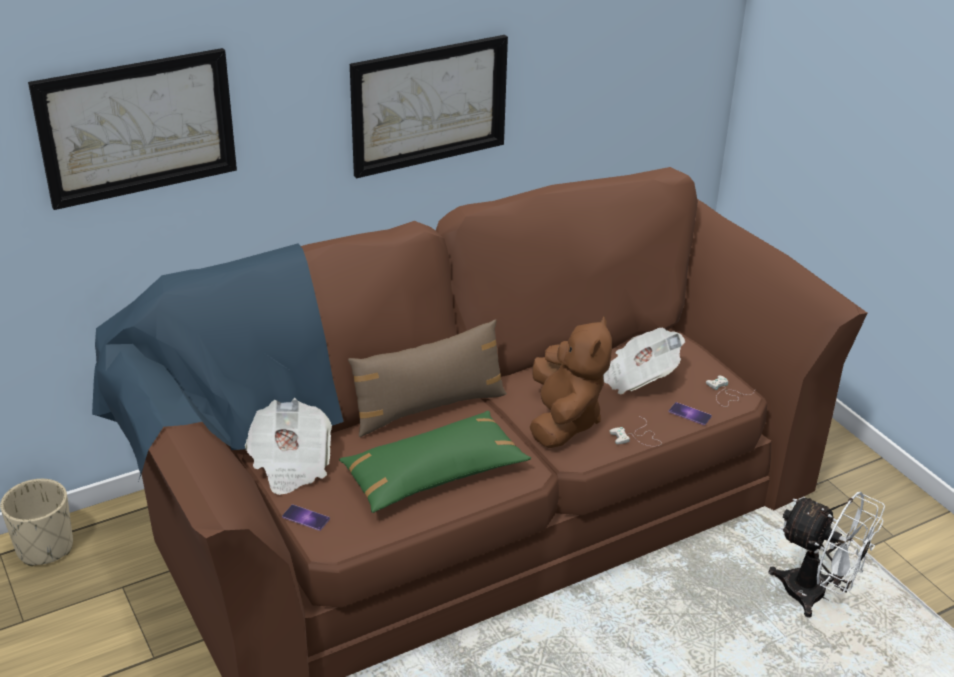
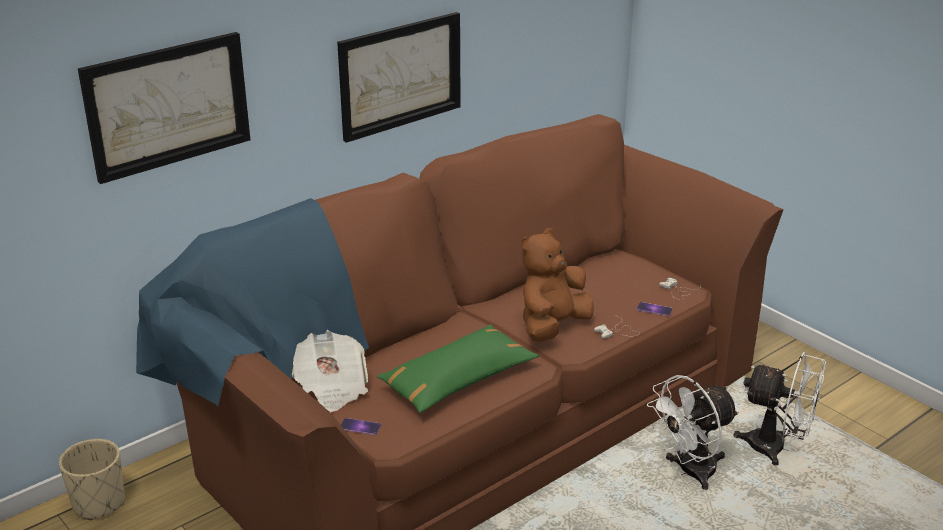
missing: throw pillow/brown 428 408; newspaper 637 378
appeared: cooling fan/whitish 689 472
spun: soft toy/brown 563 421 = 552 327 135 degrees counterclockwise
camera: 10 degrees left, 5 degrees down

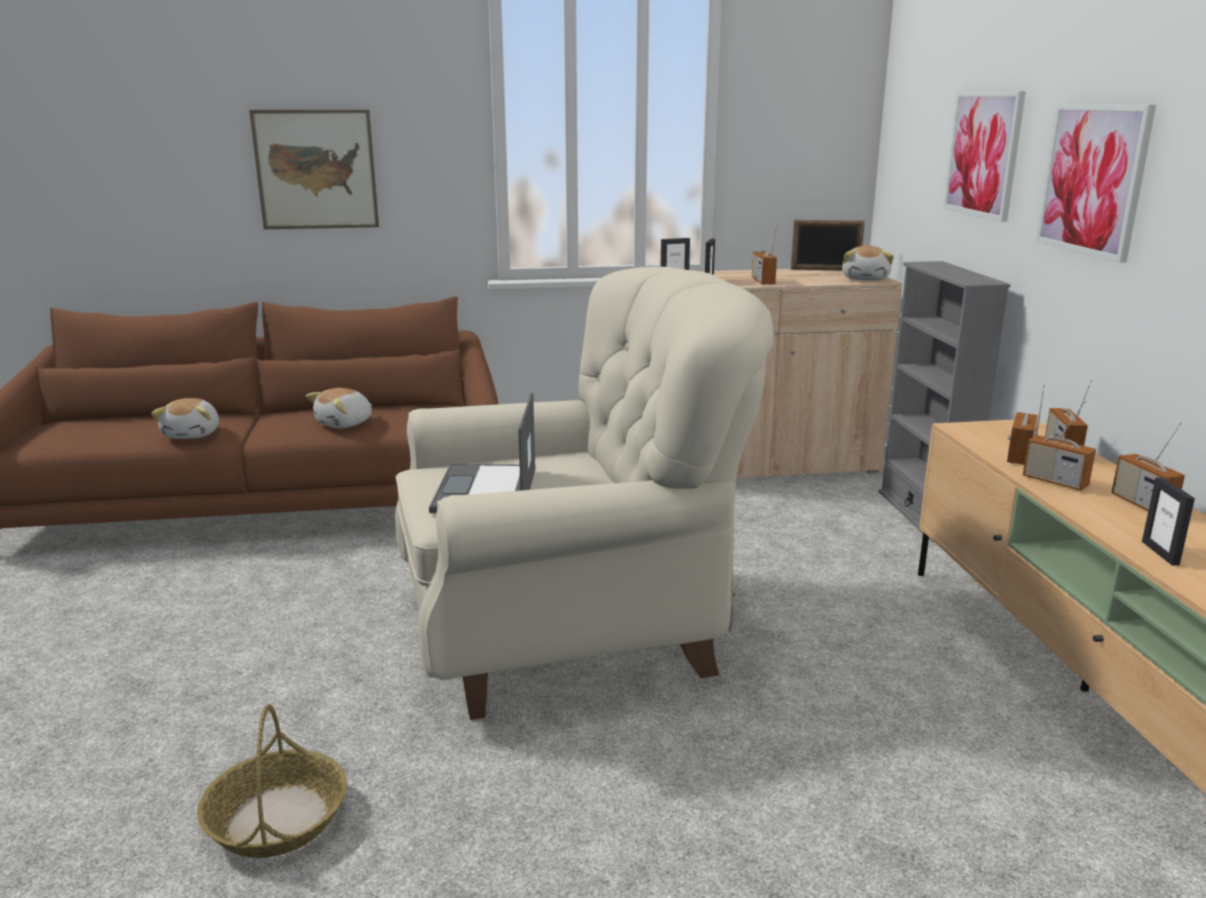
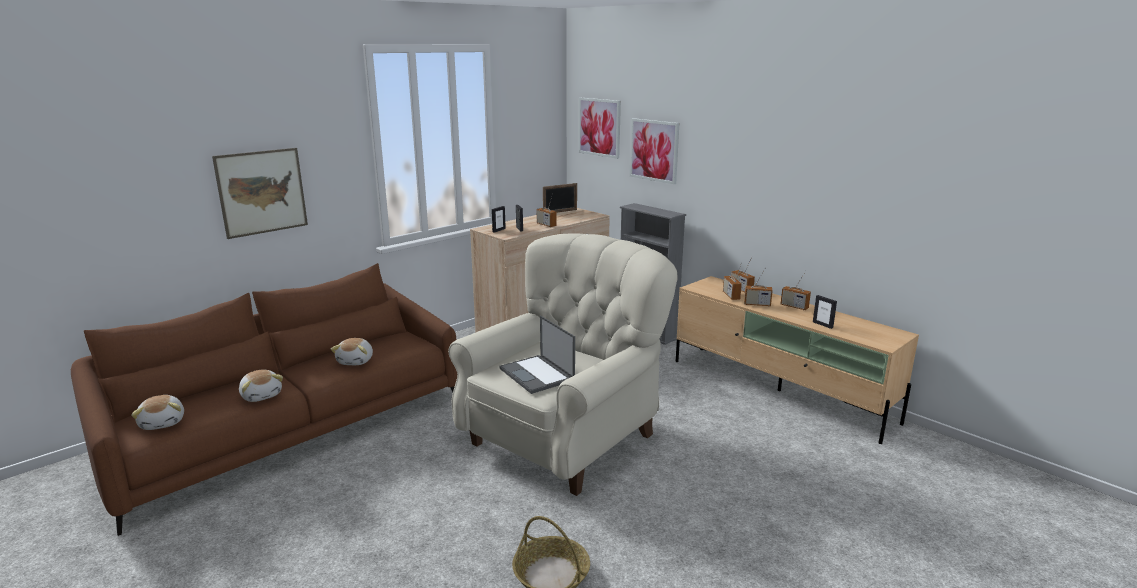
relocated: soft toy 866 279 to 163 422; picture 1093 179 to 599 127
camera: 35 degrees left, 0 degrees up

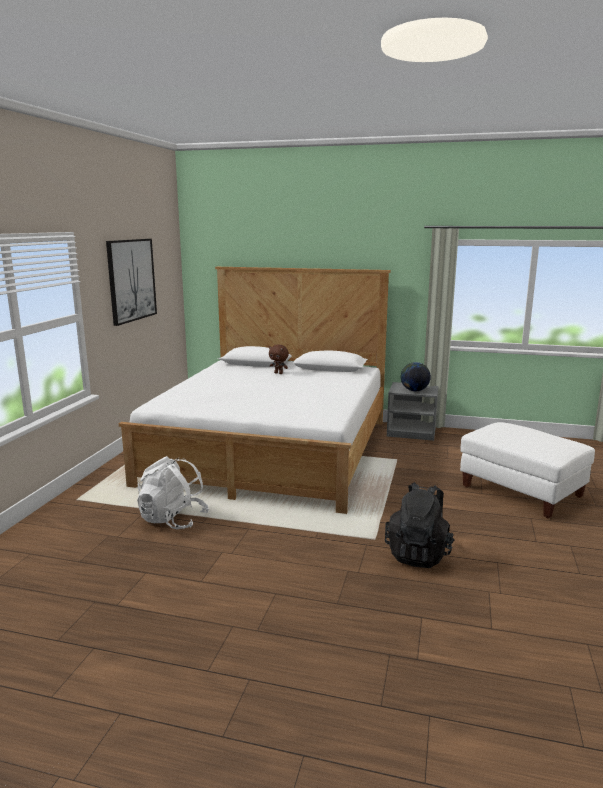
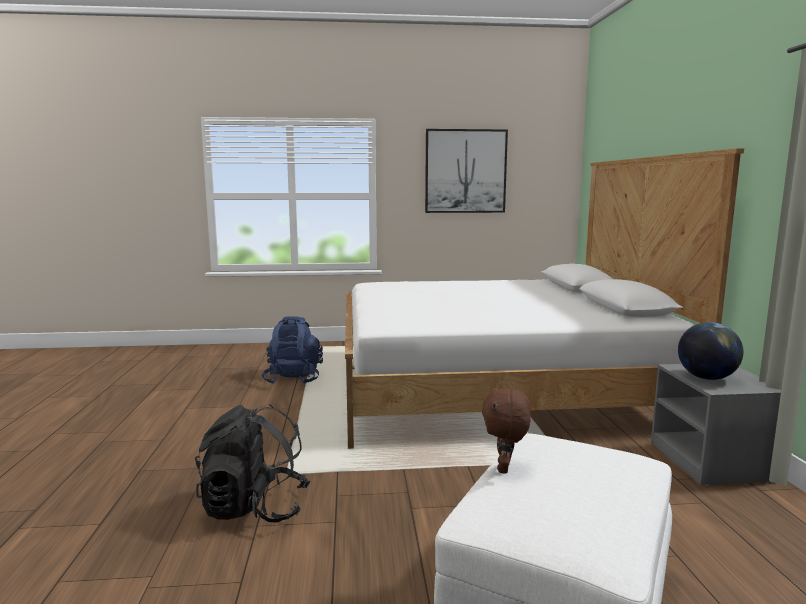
relocated: soft toy/brown 279 373 to 505 468
colour: knapsack/whitish 173 520 to knapsack/blue-coloured 293 379
camera: 70 degrees right, 5 degrees down

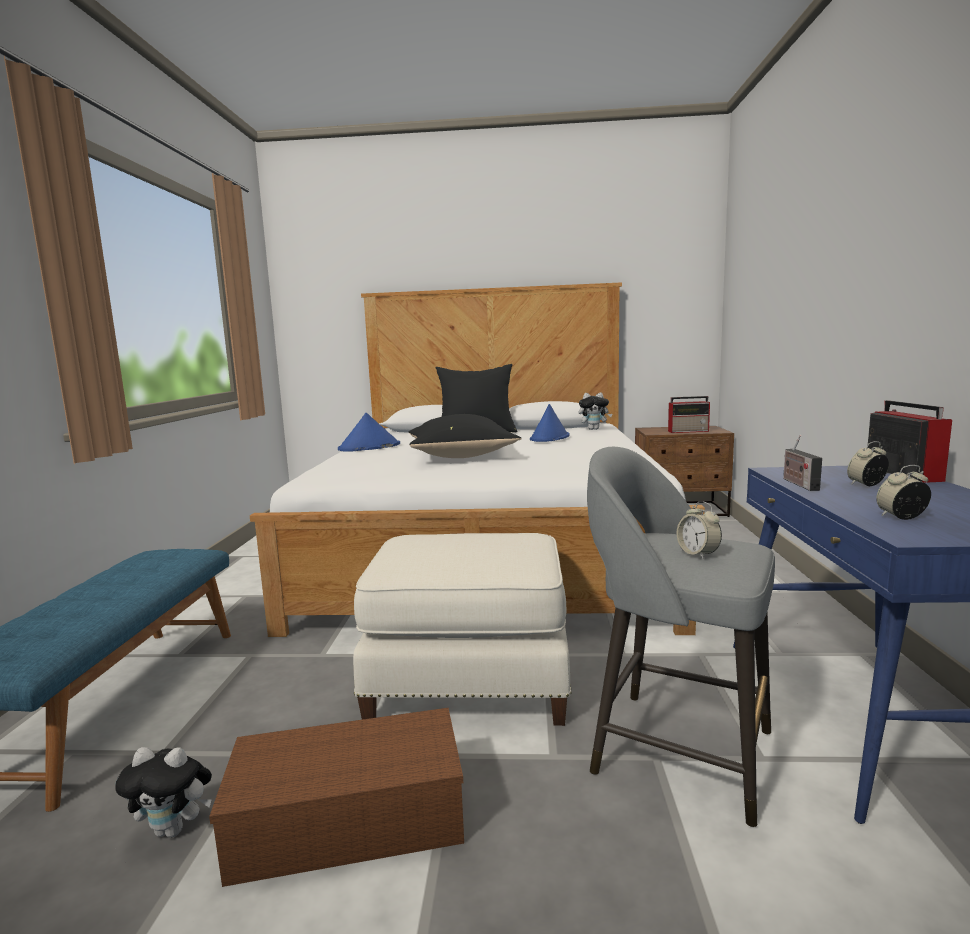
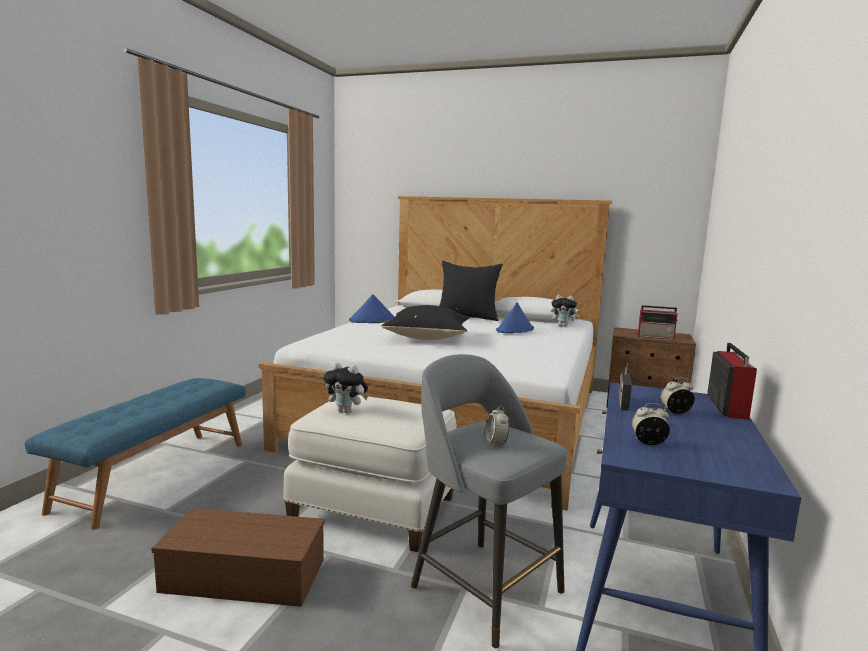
relocated: soft toy 174 829 to 346 411
camera: 15 degrees right, 0 degrees up

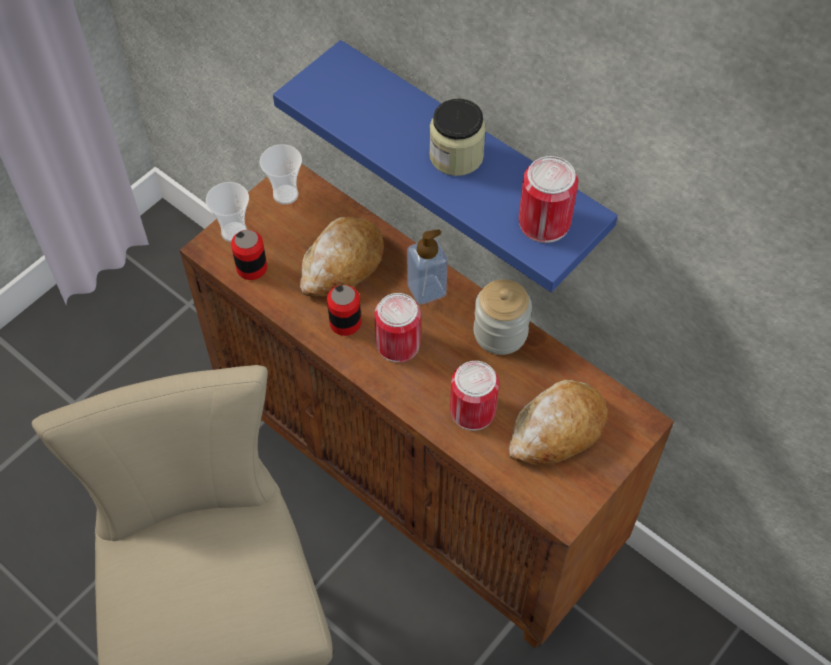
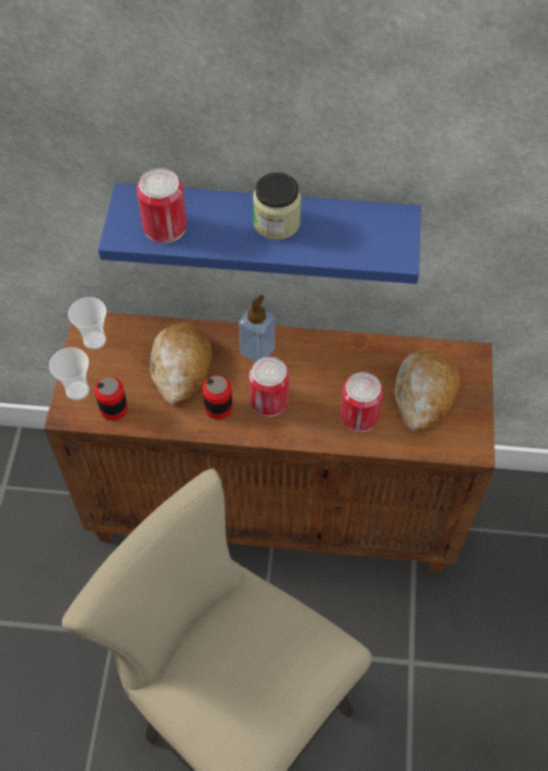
missing: preserve jar 500 333
relocated: can 544 222 to 165 227
camera: 35 degrees left, 0 degrees up

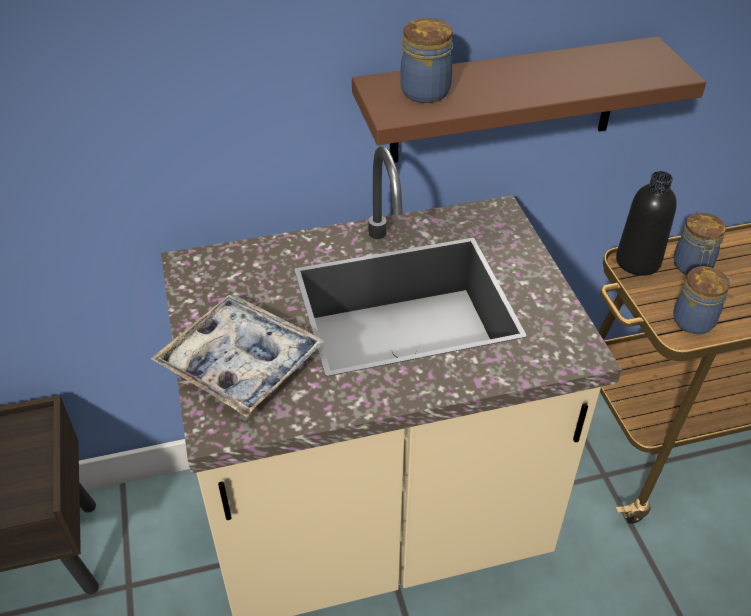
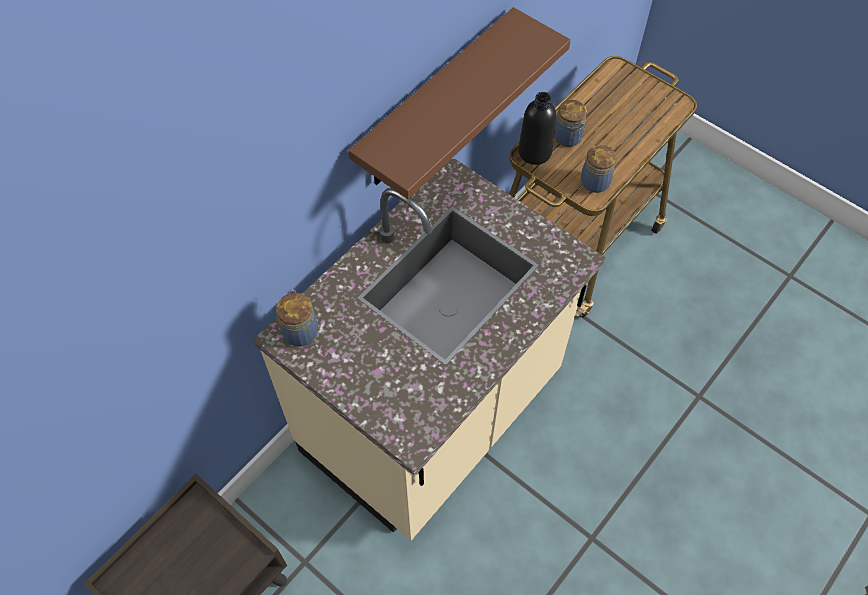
missing: tray 241 363
relocated: preserve jar 426 90 to 300 330
camera: 35 degrees left, 15 degrees up

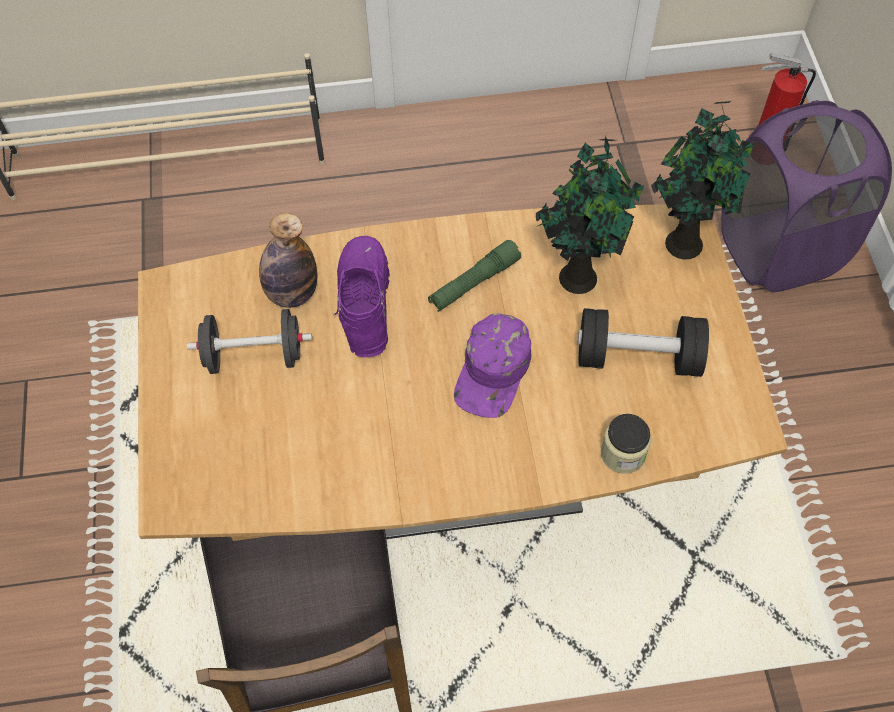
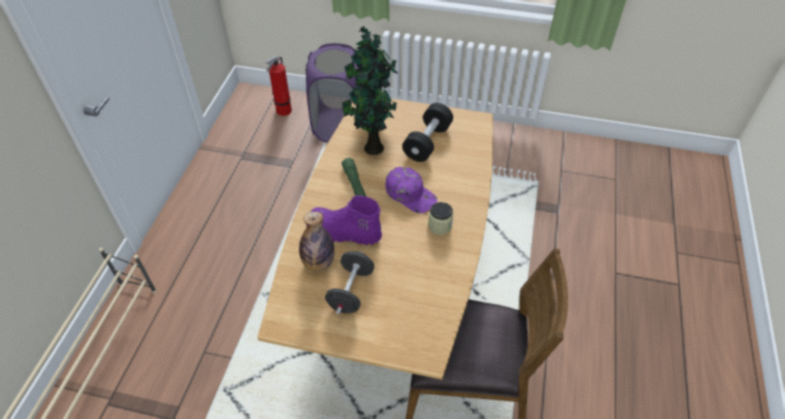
relocated: preserve jar 623 453 to 440 226
camera: 70 degrees left, 10 degrees down

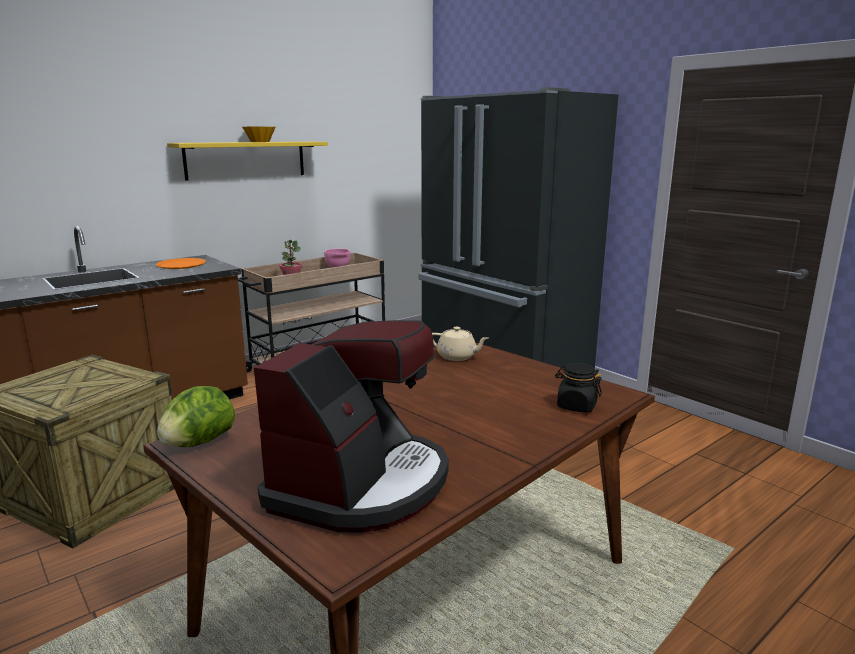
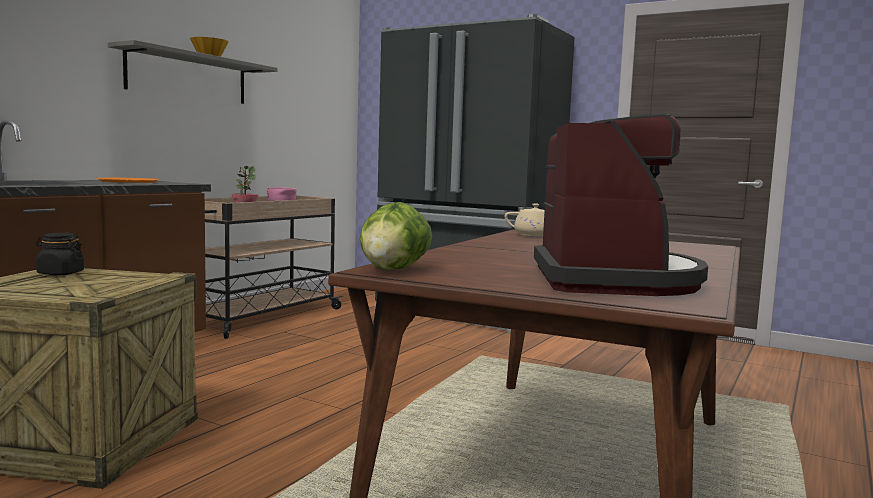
relocated: preserve jar/blackish 576 406 to 60 273
colour: wall shelf/yellowish 246 160 to wall shelf/grey 188 77
camera: 20 degrees left, 10 degrees down

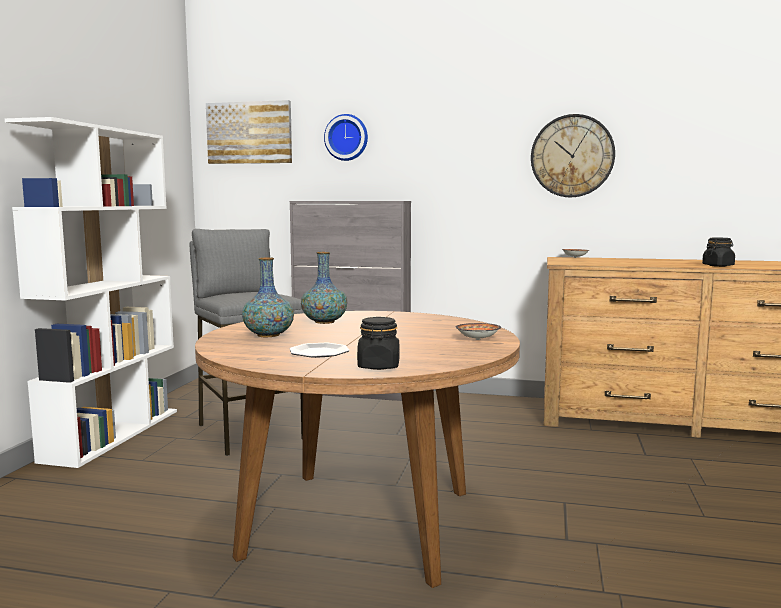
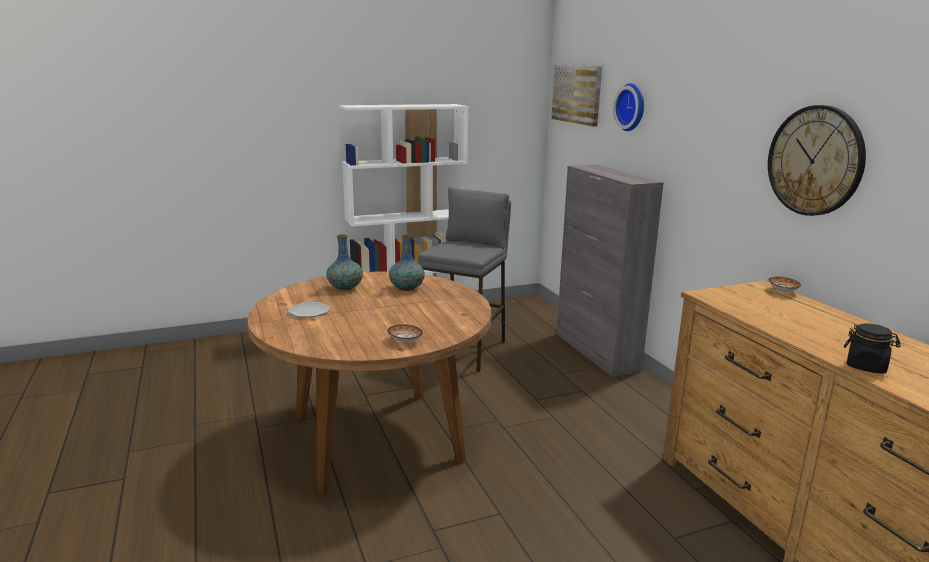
missing: preserve jar/blackish 378 366
camera: 55 degrees right, 10 degrees up

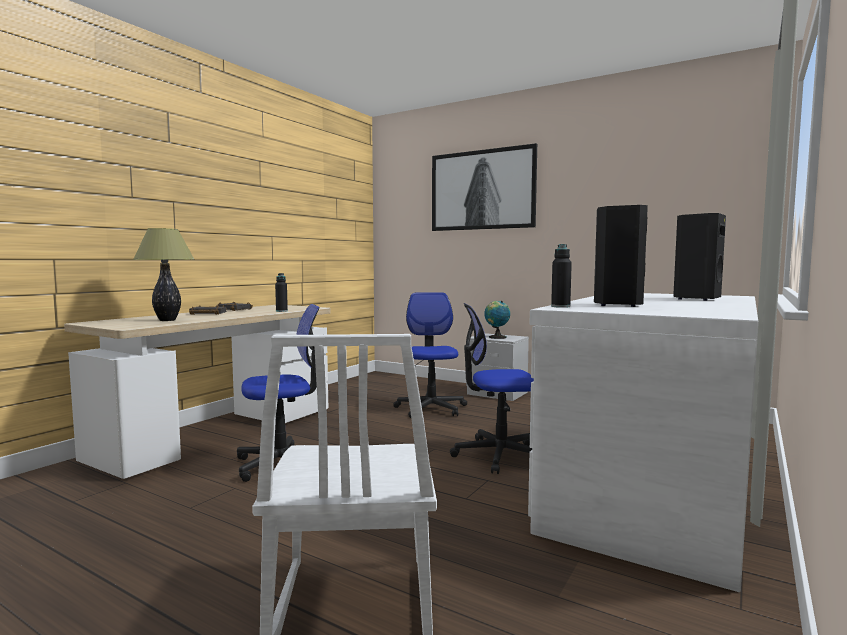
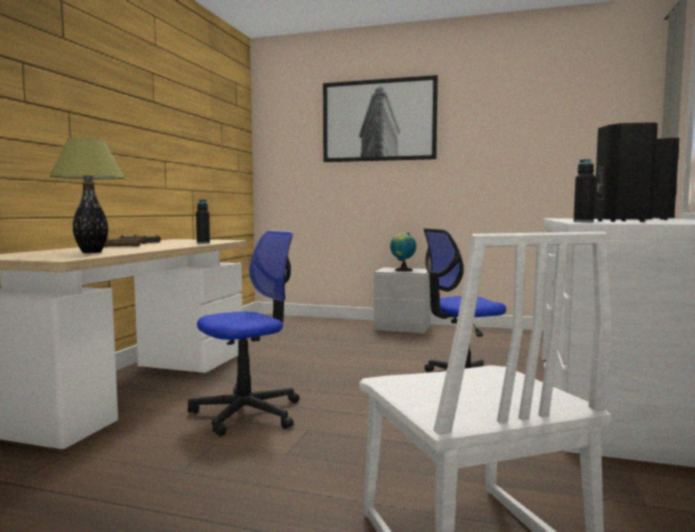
missing: desk chair 431 408
camera: 15 degrees left, 0 degrees up

